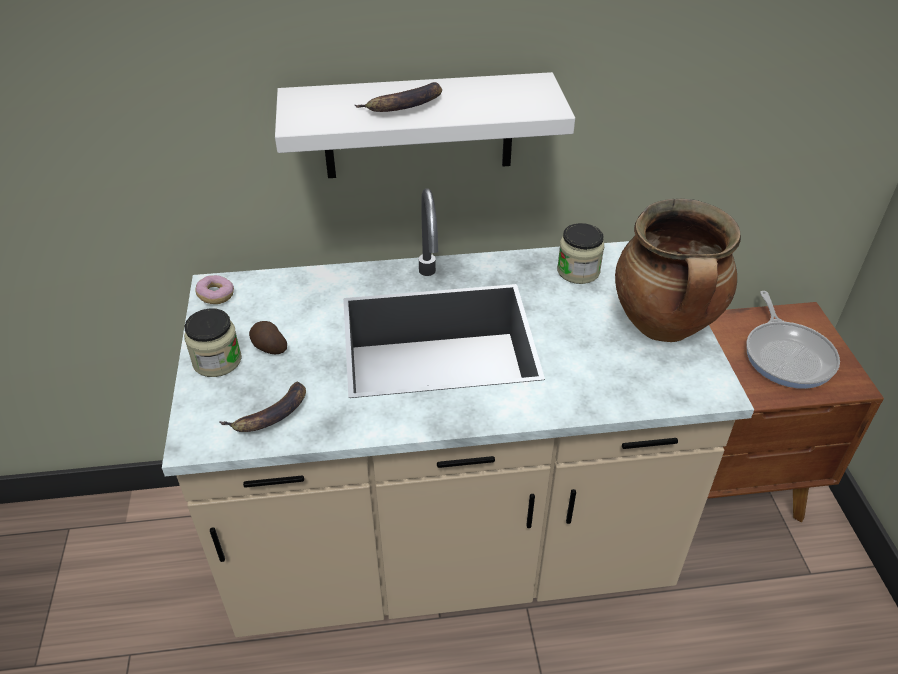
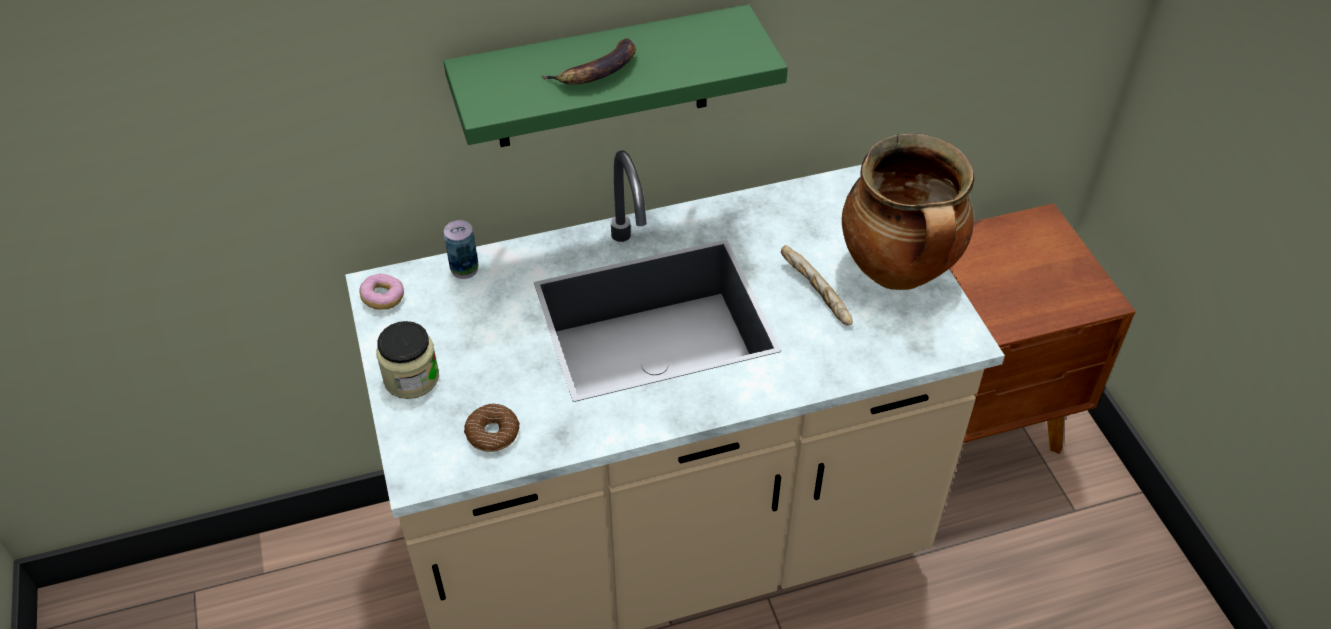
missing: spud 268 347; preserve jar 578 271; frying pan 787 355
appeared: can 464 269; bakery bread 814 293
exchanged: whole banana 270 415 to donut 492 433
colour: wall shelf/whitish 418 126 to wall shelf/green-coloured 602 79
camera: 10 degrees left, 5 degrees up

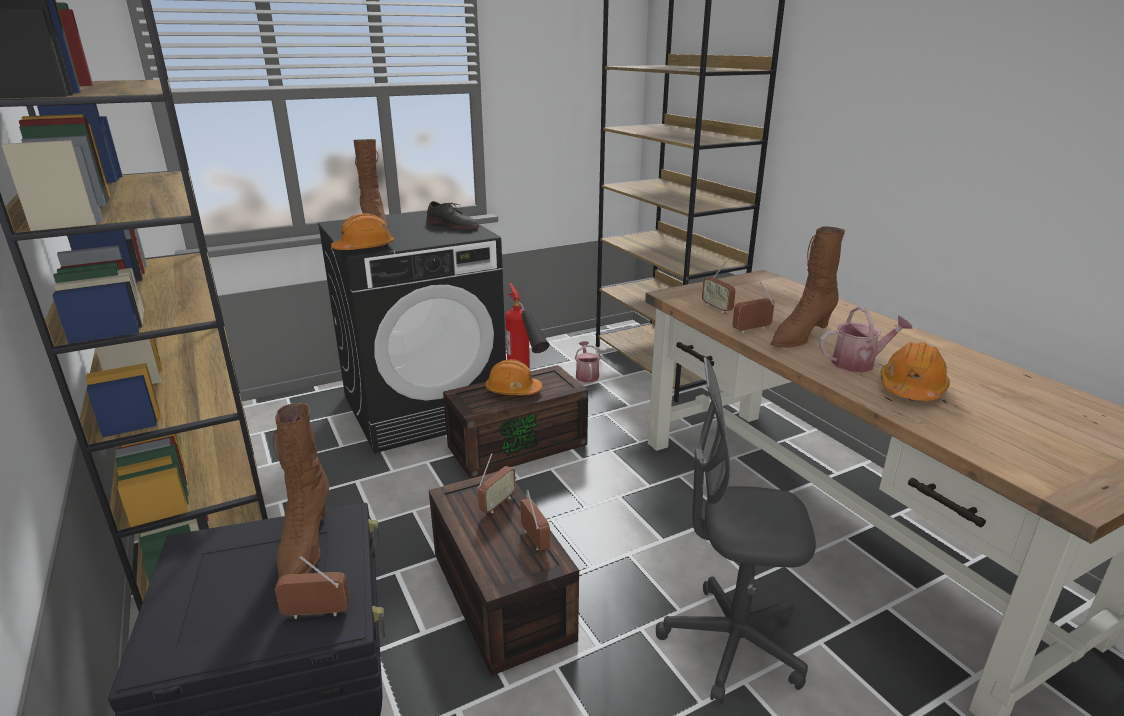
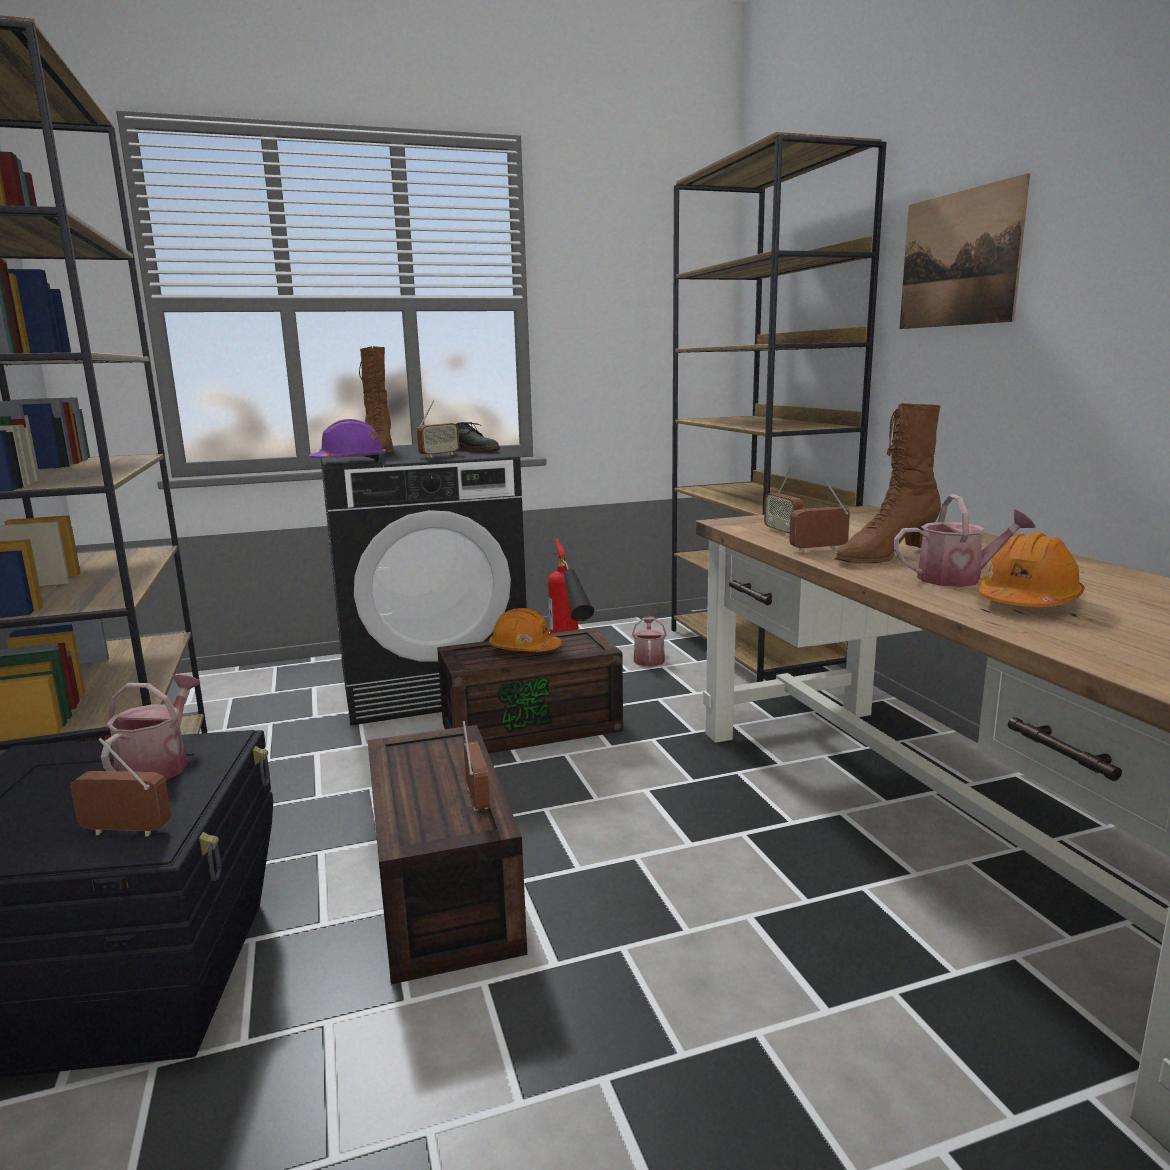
missing: desk chair/grey 731 644
appeared: picture 959 259
relocated: radio receiver 497 503 to 439 455
exchanged: high-top boot/brown 305 546 to watering can 159 765
colour: work helmet/orangey 364 248 to work helmet/purple-coloured 350 462
camera: 10 degrees right, 10 degrees down

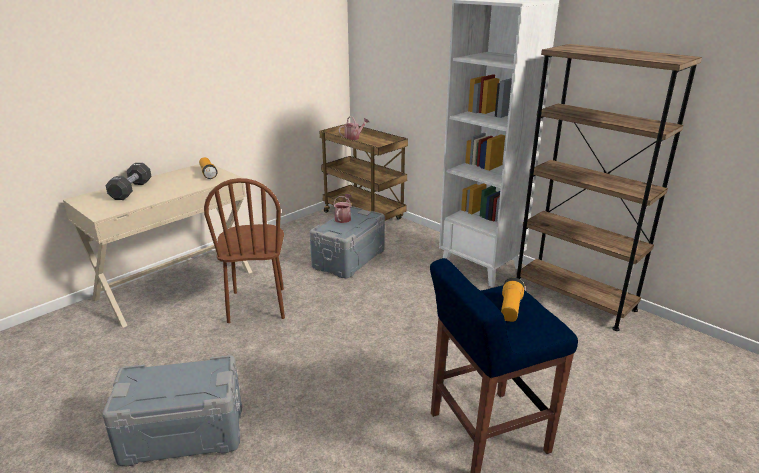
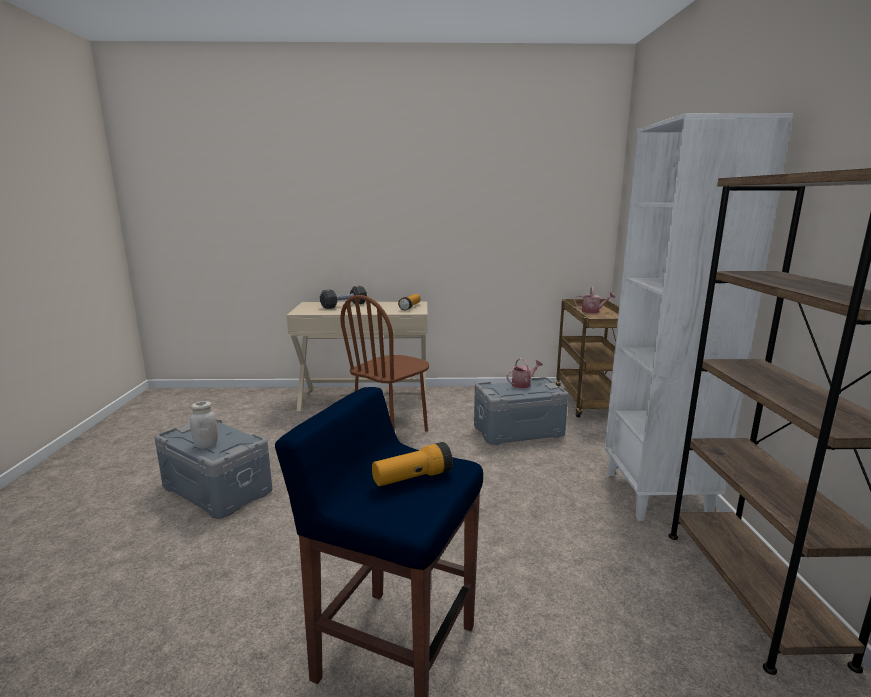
appeared: preserve jar/whitish 206 445
camera: 45 degrees right, 10 degrees down

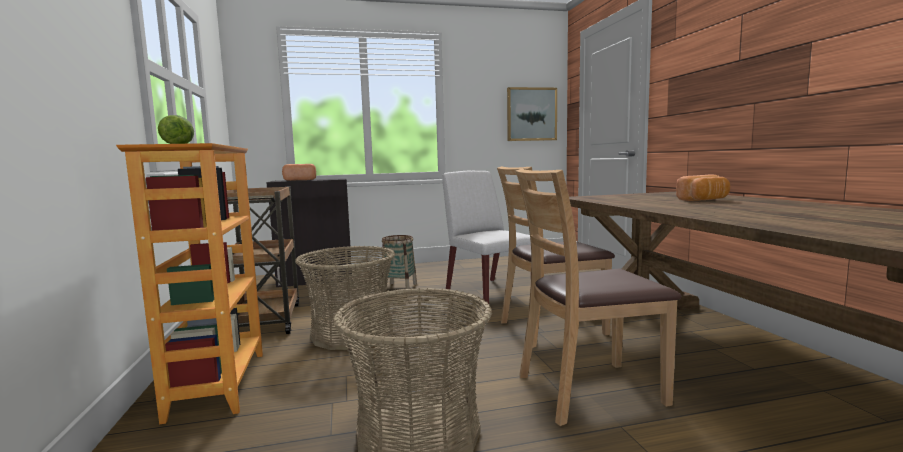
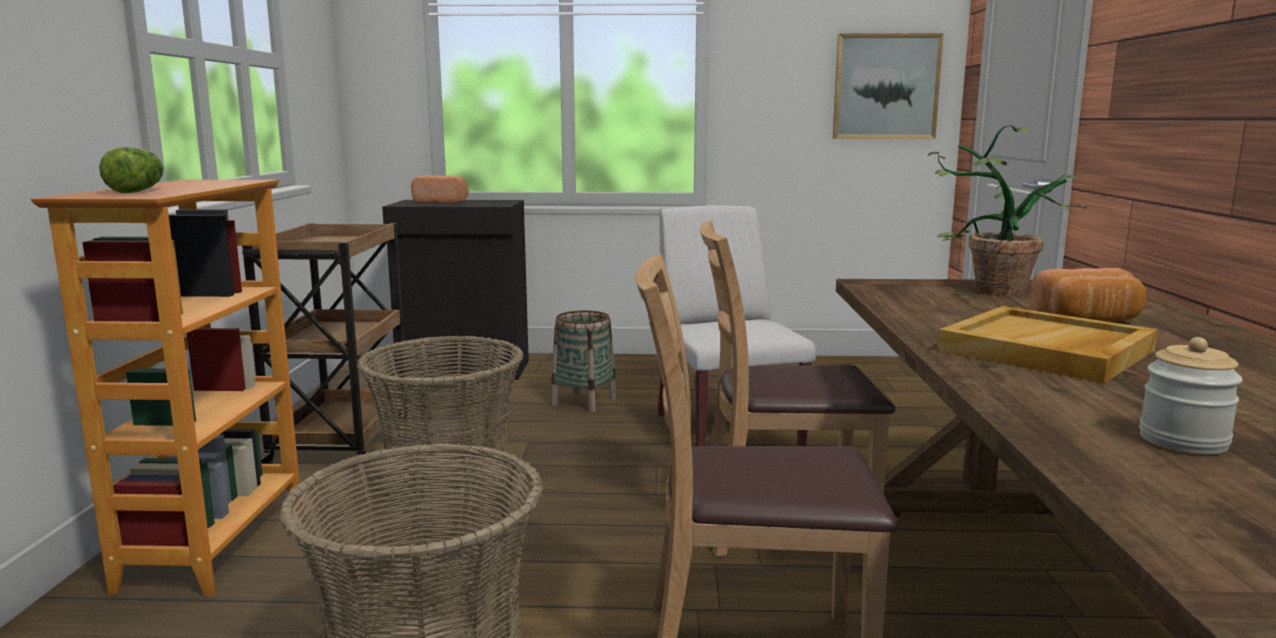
appeared: plant in a pot 986 291; tray/beige-coloured 1047 351; preserve jar 1183 441
camera: 15 degrees right, 5 degrees up

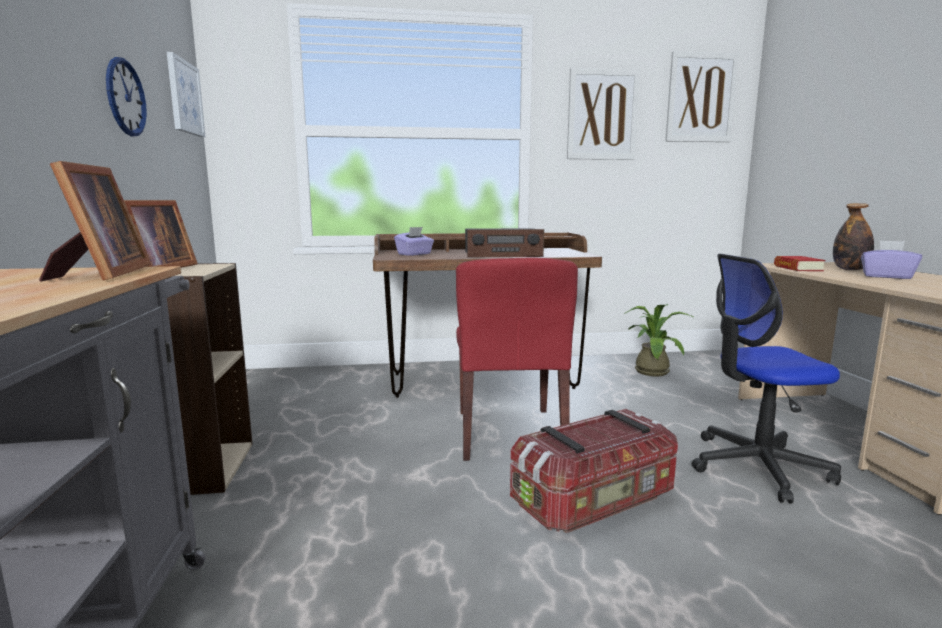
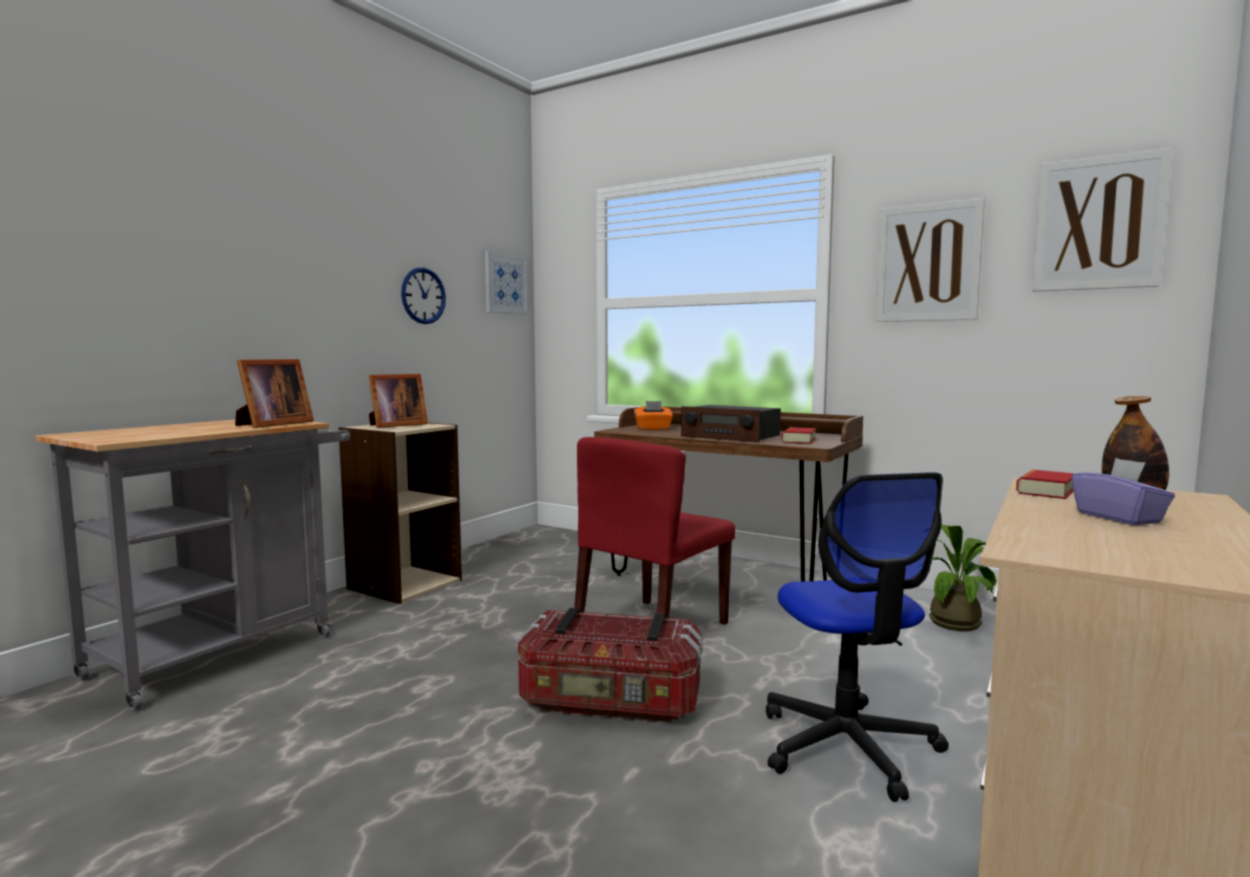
appeared: bound book 798 440
colour: tissue holder/purple-coloured 414 254 to tissue holder/orangey 653 429
spun: desk chair 757 466 = 848 746 135 degrees counterclockwise
camera: 40 degrees right, 5 degrees down

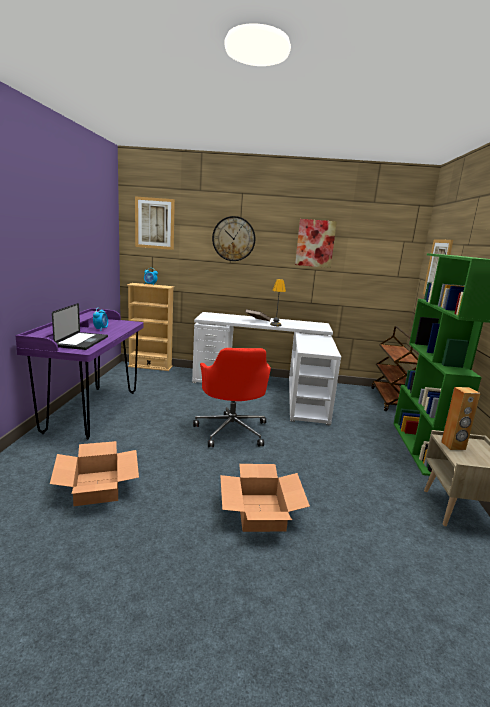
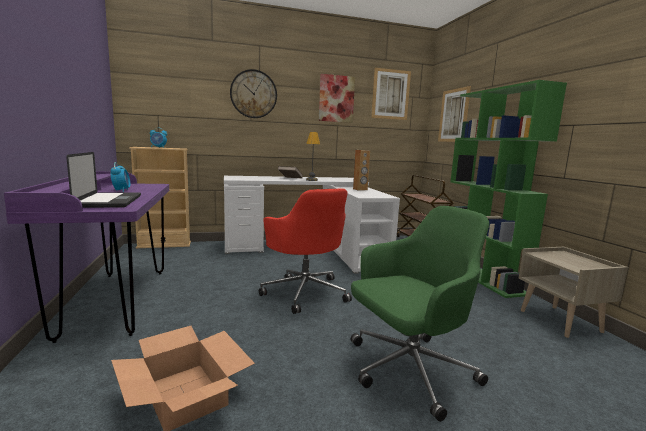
relocated: picture 154 223 to 390 94; audio speaker/brown 453 446 to 360 189
exchanged: cardboard box 260 512 to desk chair/green-coloured 408 370
camera: 20 degrees left, 5 degrees down

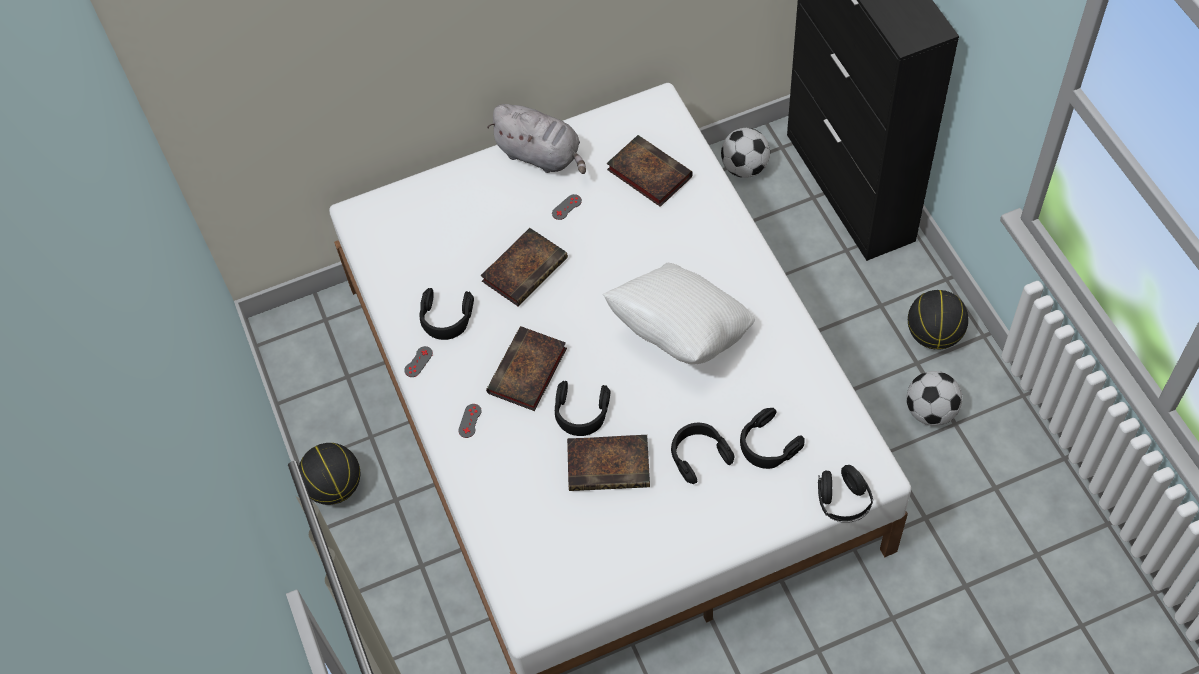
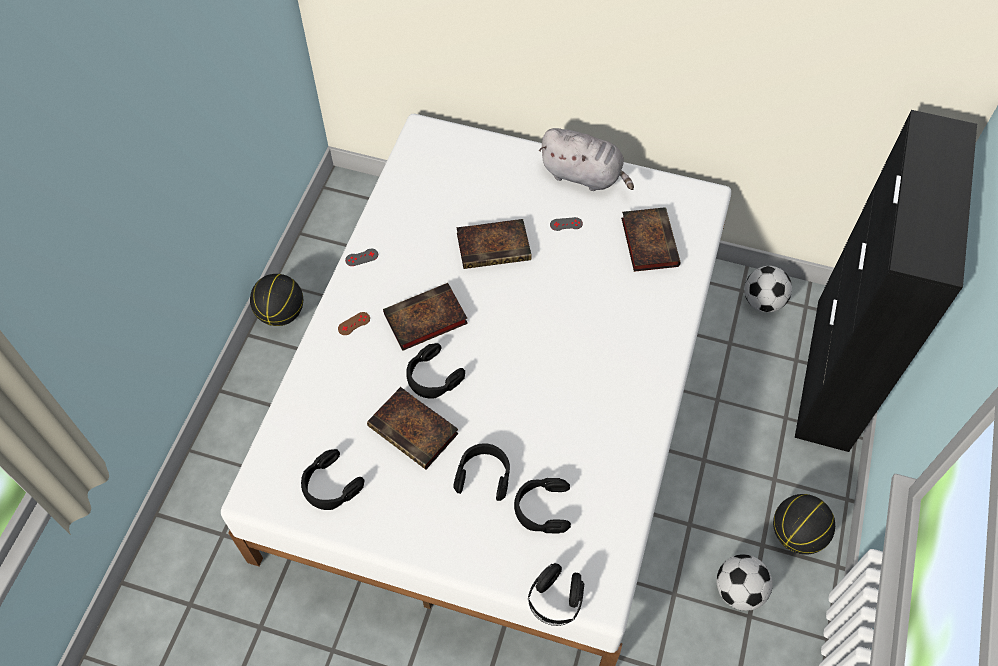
missing: throw pillow/whitish 680 335
relocated: headphones/blackish 446 318 to 330 485
colour: joypad/grey 470 421 to joypad/brown 354 323
spun: soft toy/grey 541 155 = 584 175 45 degrees counterclockwise
camera: 35 degrees right, 0 degrees up

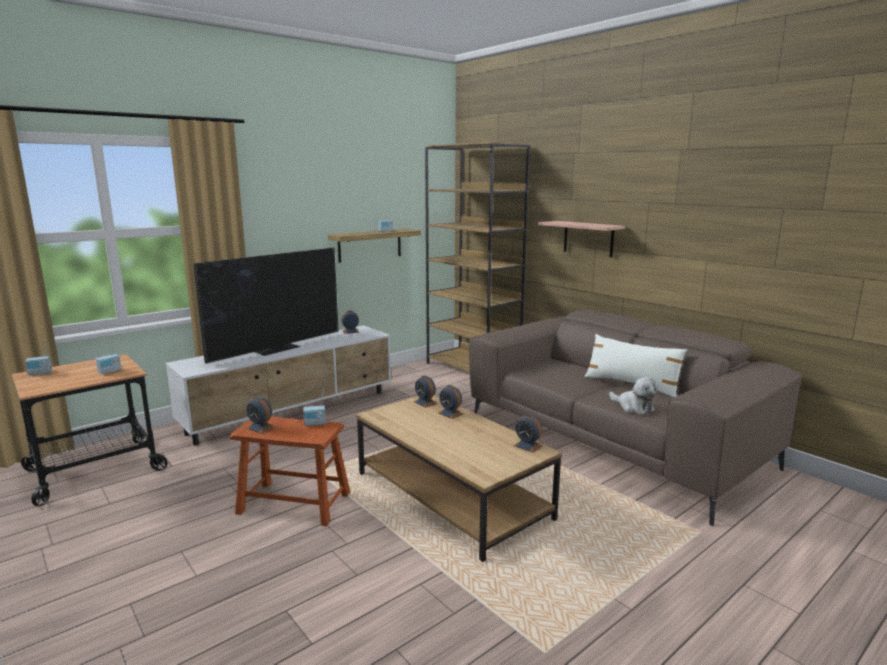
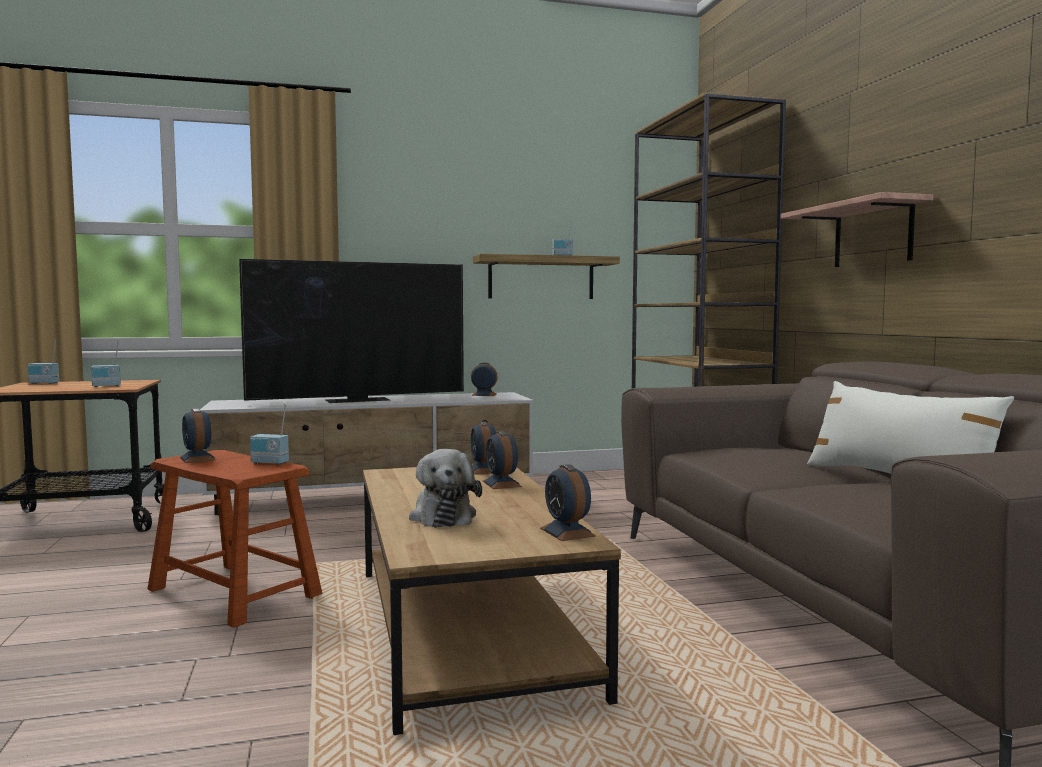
relocated: soft toy 633 407 to 443 516
camera: 25 degrees right, 10 degrees down

